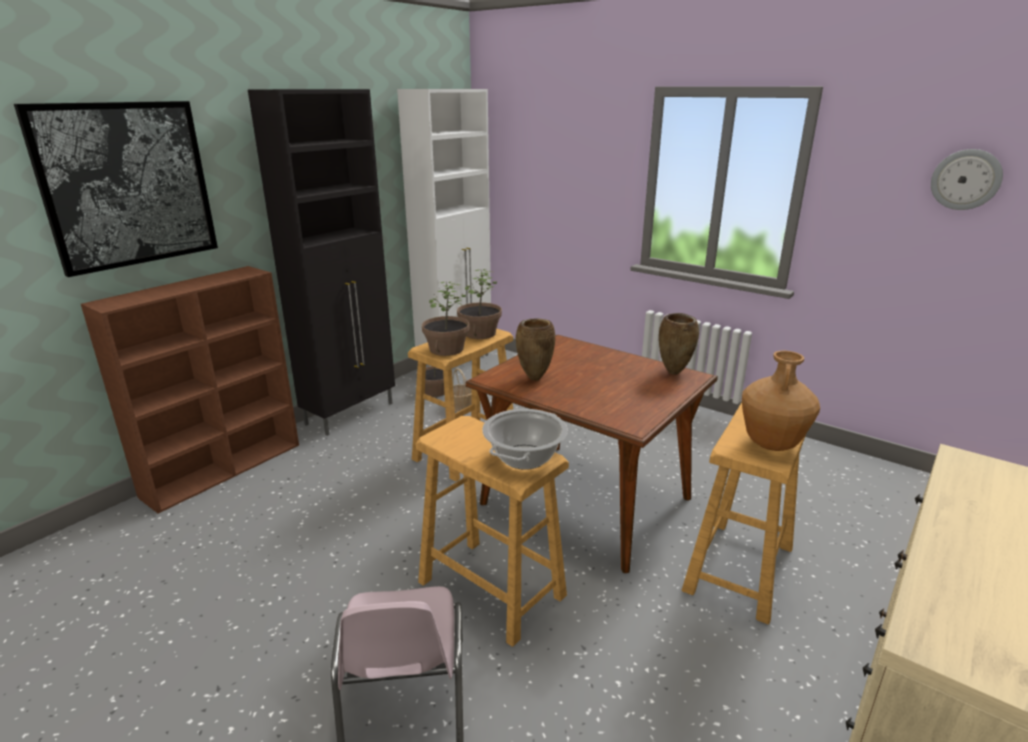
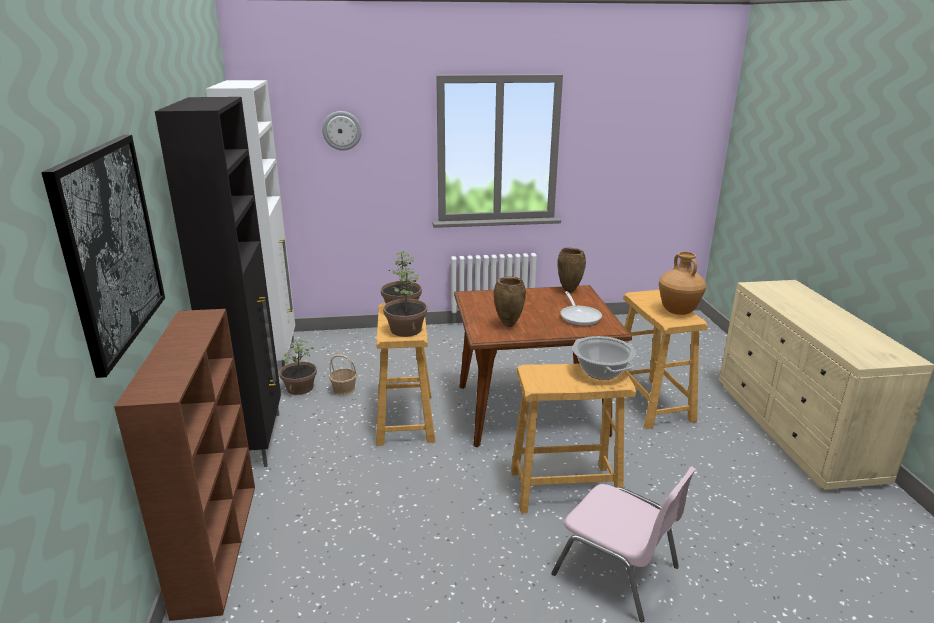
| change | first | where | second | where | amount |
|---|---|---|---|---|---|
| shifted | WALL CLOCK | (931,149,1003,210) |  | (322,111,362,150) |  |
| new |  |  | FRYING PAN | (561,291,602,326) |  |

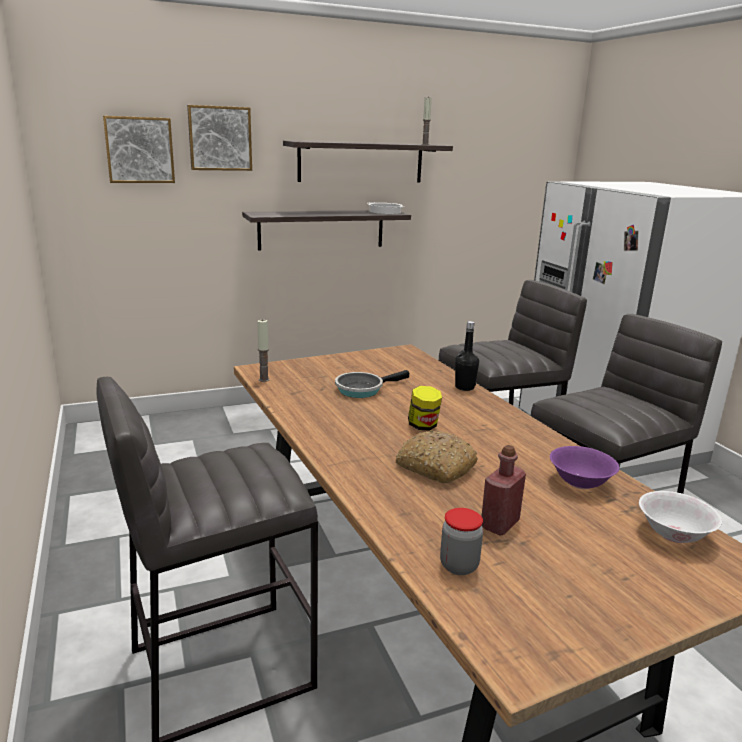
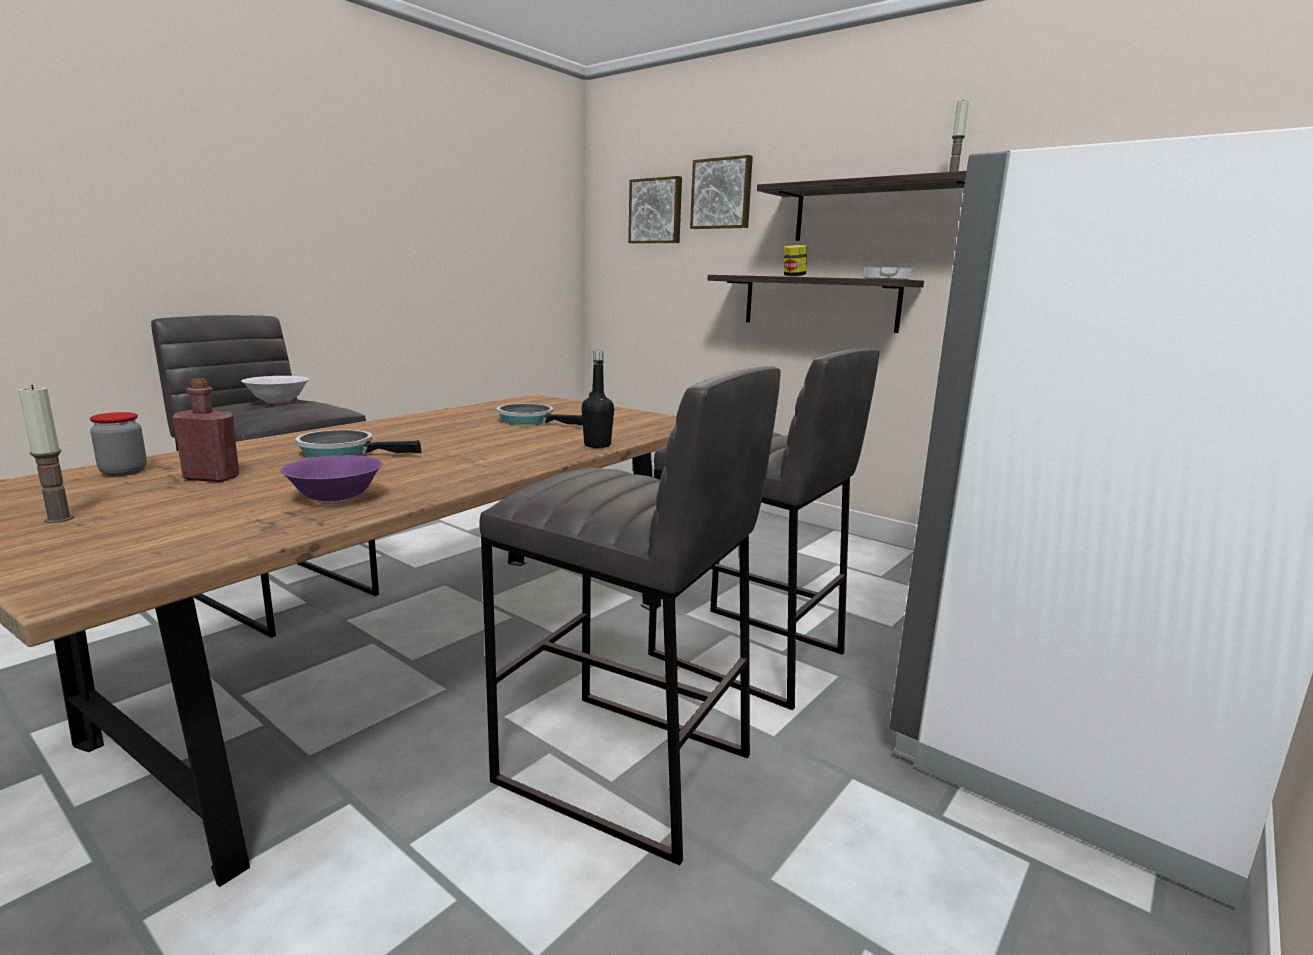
| change | first | where | second | where | amount |
|---|---|---|---|---|---|
| shifted | CANDLE | (257,319,270,382) |  | (18,384,74,523) |  |
| swapped | BREAD | (395,430,478,483) | FRYING PAN | (295,429,422,458) |  |
| shifted | JAR | (408,386,442,431) |  | (784,245,807,276) |  |
| shifted | WHITE BOWL | (639,491,722,543) |  | (241,376,309,404) |  |

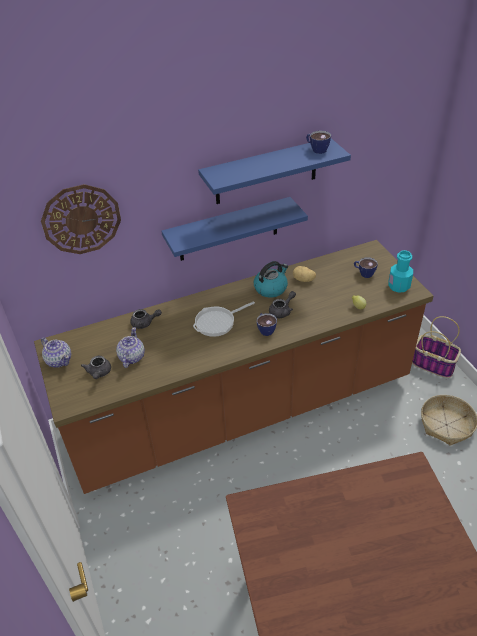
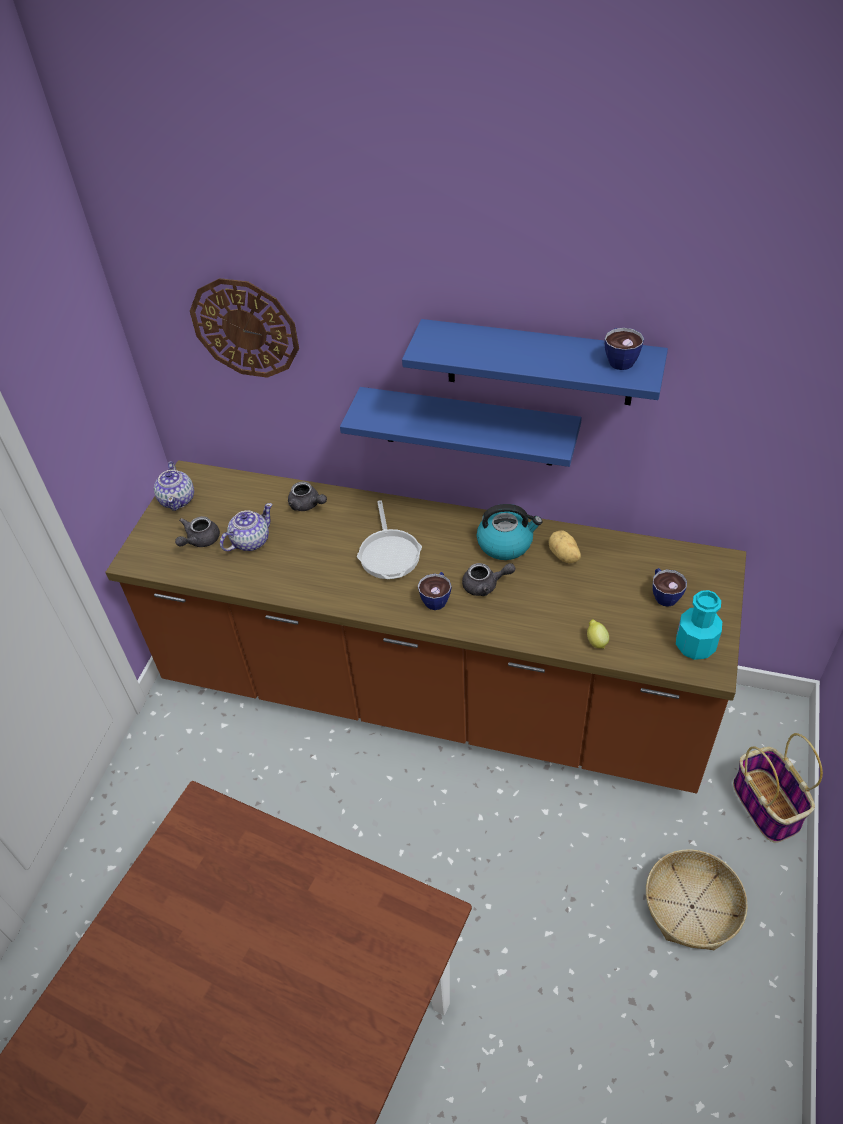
| change | first | where | second | where | amount |
|---|---|---|---|---|---|
| rotated | FRYING PAN | (193,301,255,337) |  | (357,500,422,579) | 105 degrees counterclockwise |

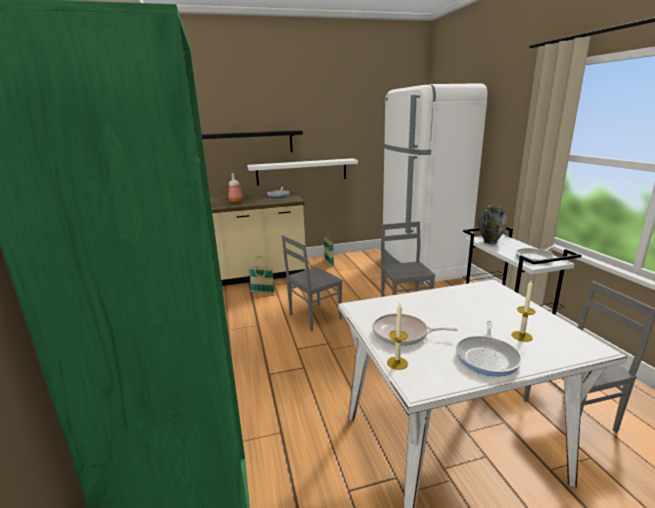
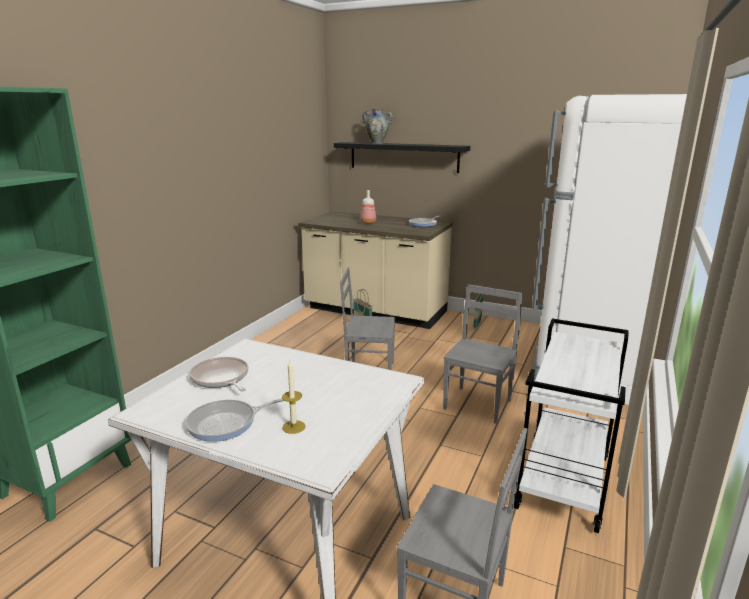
| change | first | where | second | where | amount |
|---|---|---|---|---|---|
| gone | WHITE SHELF | (247,158,358,186) |  |  |  |
| gone | CANDLE | (387,303,408,370) |  |  |  |
| shifted | VASE | (478,205,508,244) |  | (362,109,393,144) |  |
| gone | FRYING PAN | (516,246,556,264) |  |  |  |

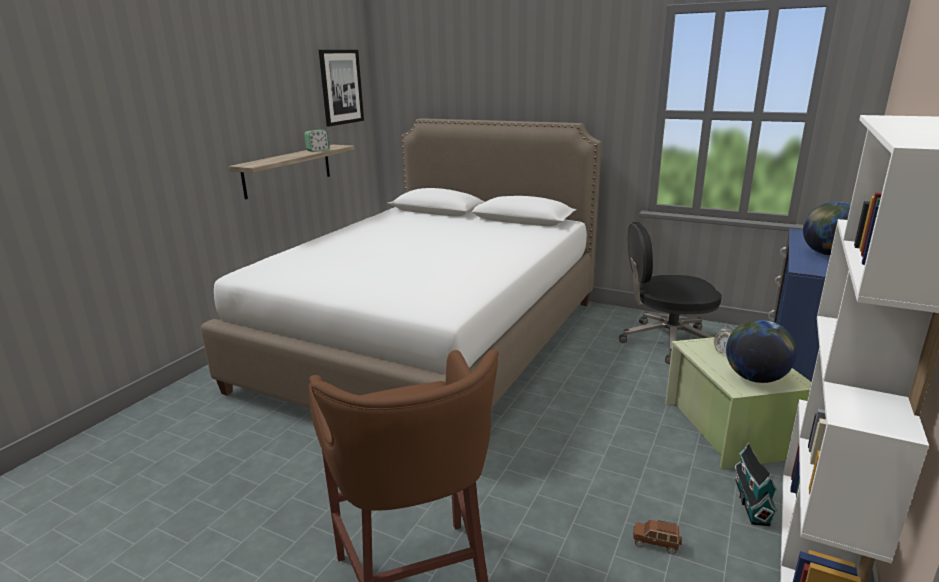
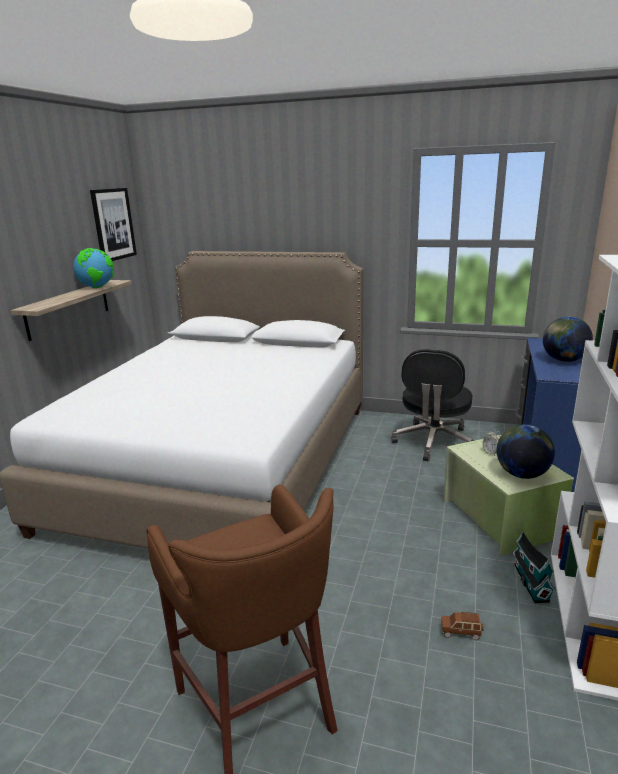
| change | first | where | second | where | amount |
|---|---|---|---|---|---|
| swapped | ALARM CLOCK | (304,130,330,152) | GLOBE | (73,248,114,288) |  |
| rotated | BLACK OFFICE CHAIR | (619,222,722,364) |  | (391,349,475,462) | 60 degrees counterclockwise |

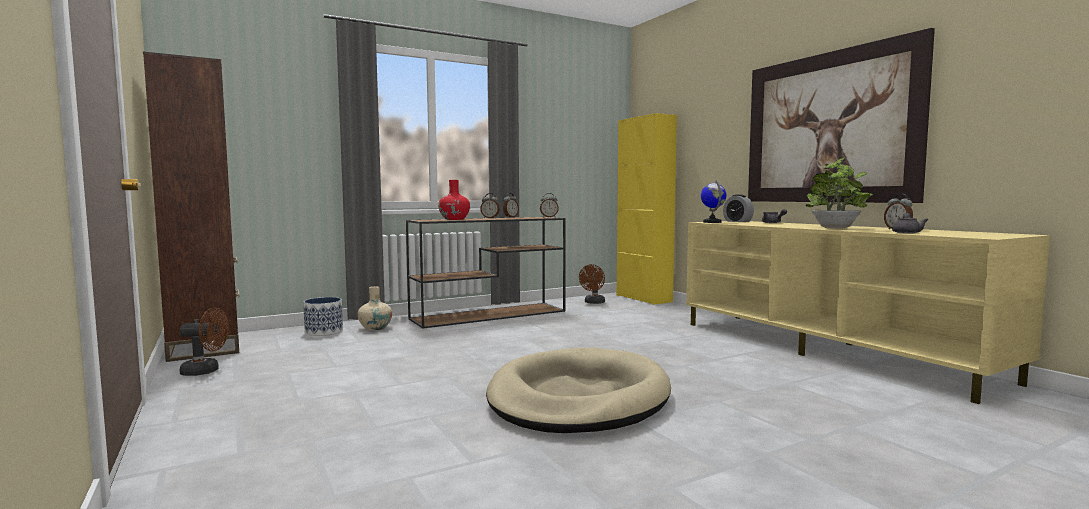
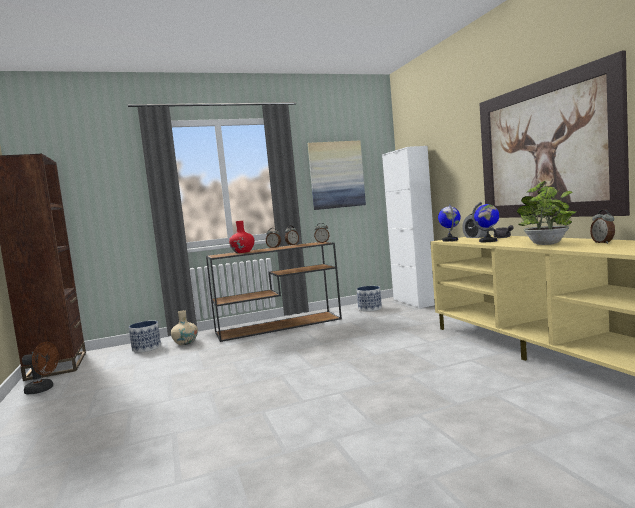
| change | first | where | second | where | amount |
|---|---|---|---|---|---|
| gone | BEIGE DOG BED | (486,348,671,433) |  |  |  |
| swapped | BROWN FAN | (579,264,605,304) | PLANTER | (357,286,382,312) |  |
| repainted | YELLOW CABINET | (617,113,677,305) | WHITE CABINET | (382,146,435,308) |  |
| gone | GREY TEAPOT | (892,213,929,234) |  |  |  |
| new |  |  | PICTURE | (308,140,366,210) |  |
| new |  |  | GLOBE | (472,201,499,242) |  |

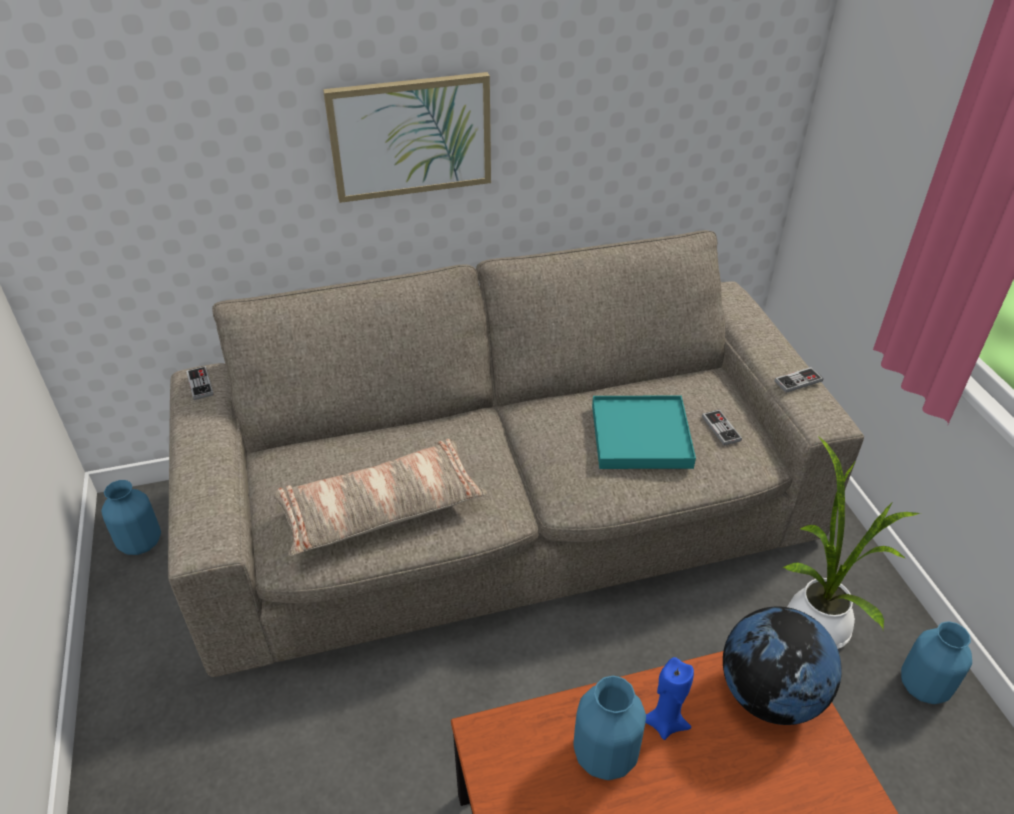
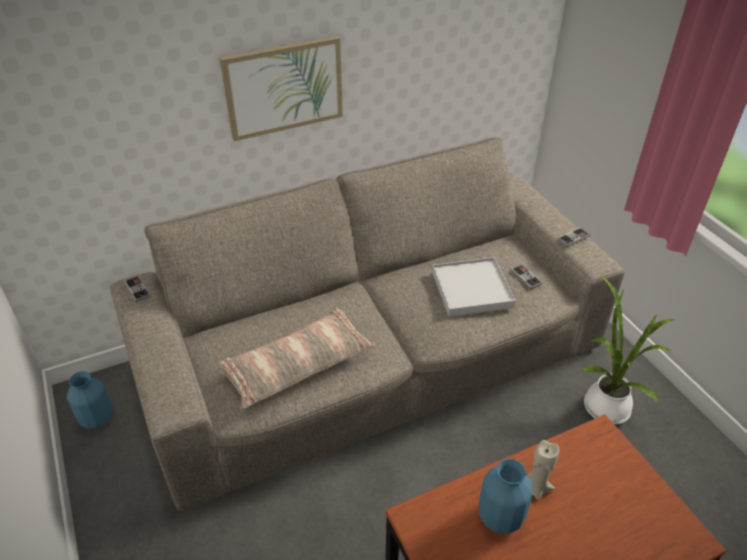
| change | first | where | second | where | amount |
|---|---|---|---|---|---|
| repainted | TURQUOISE TRAY | (592,396,696,469) | WHITE TRAY | (432,257,516,317) |  |
| repainted | BLUE CANDLE | (646,657,694,740) | BEIGE CANDLE | (528,440,559,500) |  |
| gone | GLOBE | (723,606,842,725) |  |  |  |
| gone | BLUE VASE | (901,621,972,704) |  |  |  |

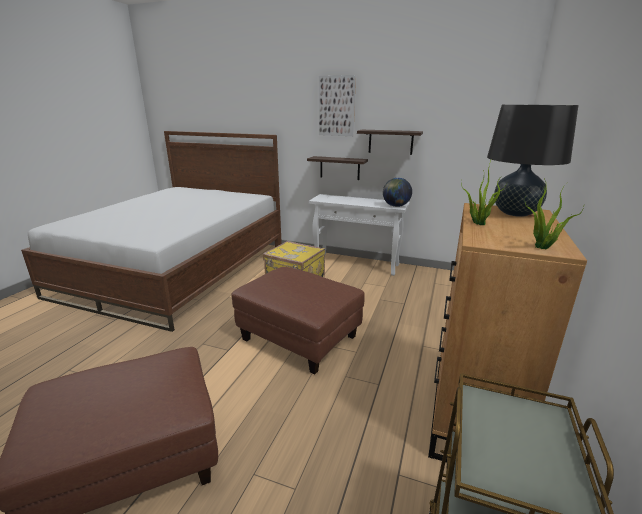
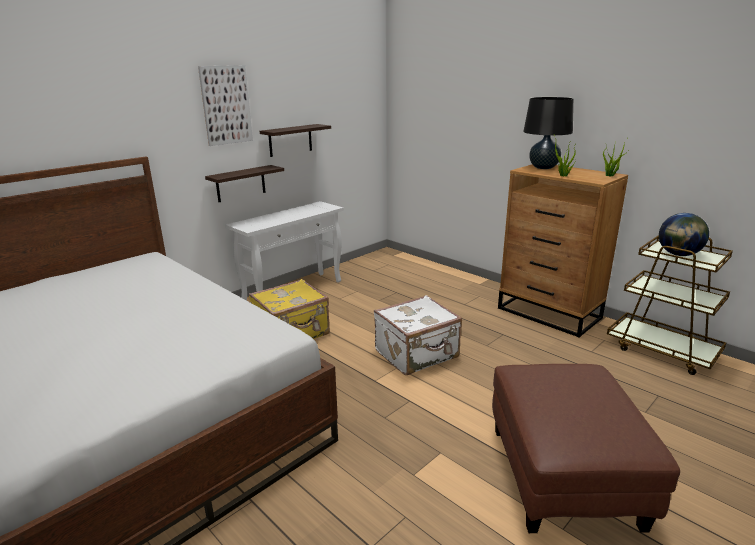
| change | first | where | second | where | amount |
|---|---|---|---|---|---|
| swapped | BROWN OTTOMAN | (231,267,365,374) | WHITE SUITCASE | (374,295,462,375) |  |
| shifted | GLOBE | (383,178,412,207) |  | (659,213,709,256) |  |

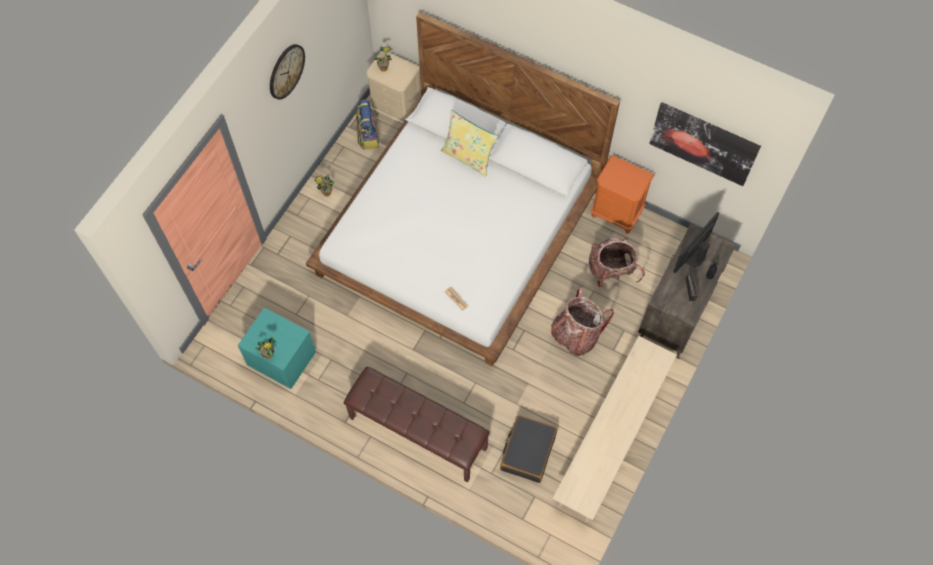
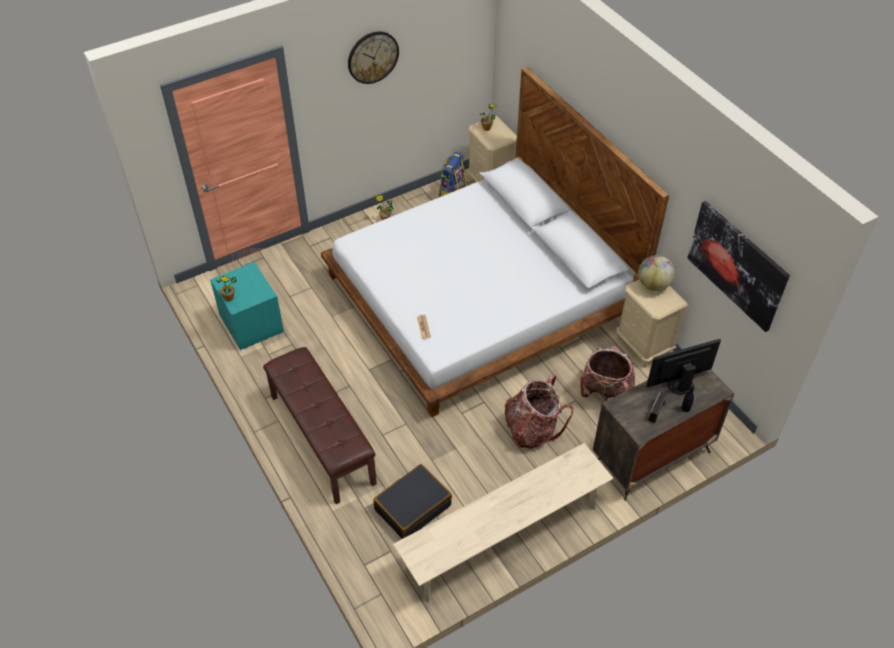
| change | first | where | second | where | amount |
|---|---|---|---|---|---|
| gone | YELLOW PILLOW | (441,110,498,177) |  |  |  |
| repainted | ORANGE NIGHTSTAND | (591,155,654,234) | BEIGE NIGHTSTAND | (616,280,688,368) |  |
| new |  |  | GLOBE | (638,255,675,291) |  |

